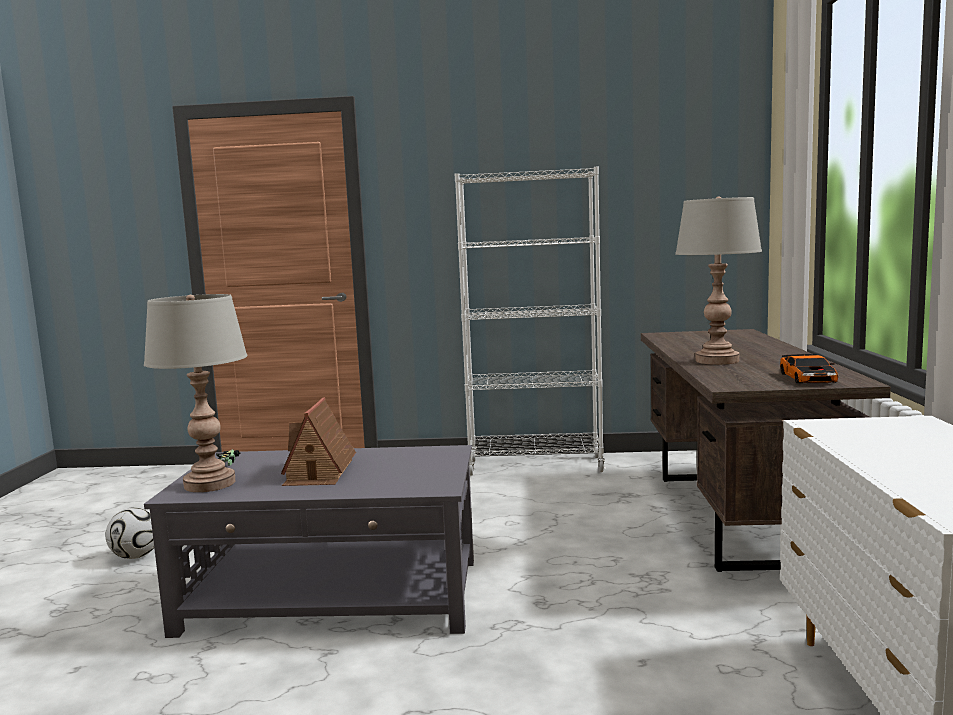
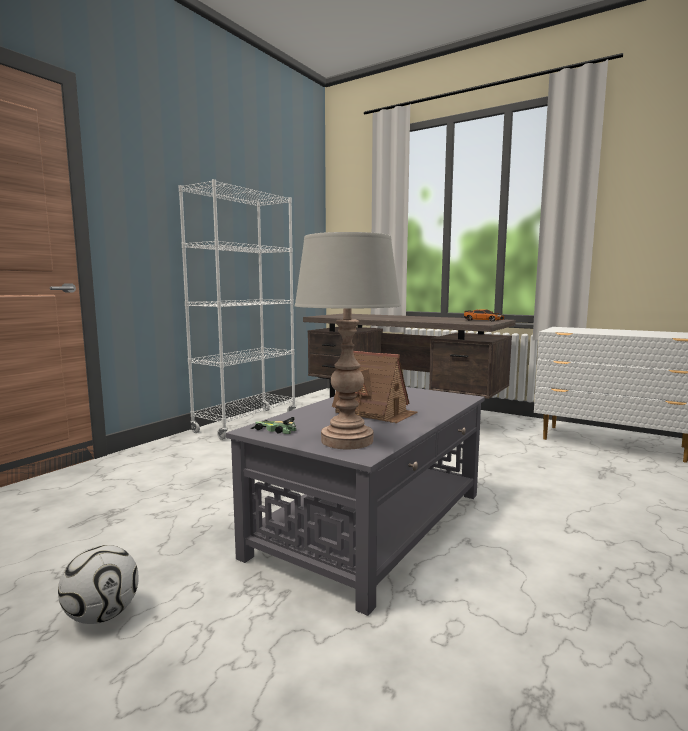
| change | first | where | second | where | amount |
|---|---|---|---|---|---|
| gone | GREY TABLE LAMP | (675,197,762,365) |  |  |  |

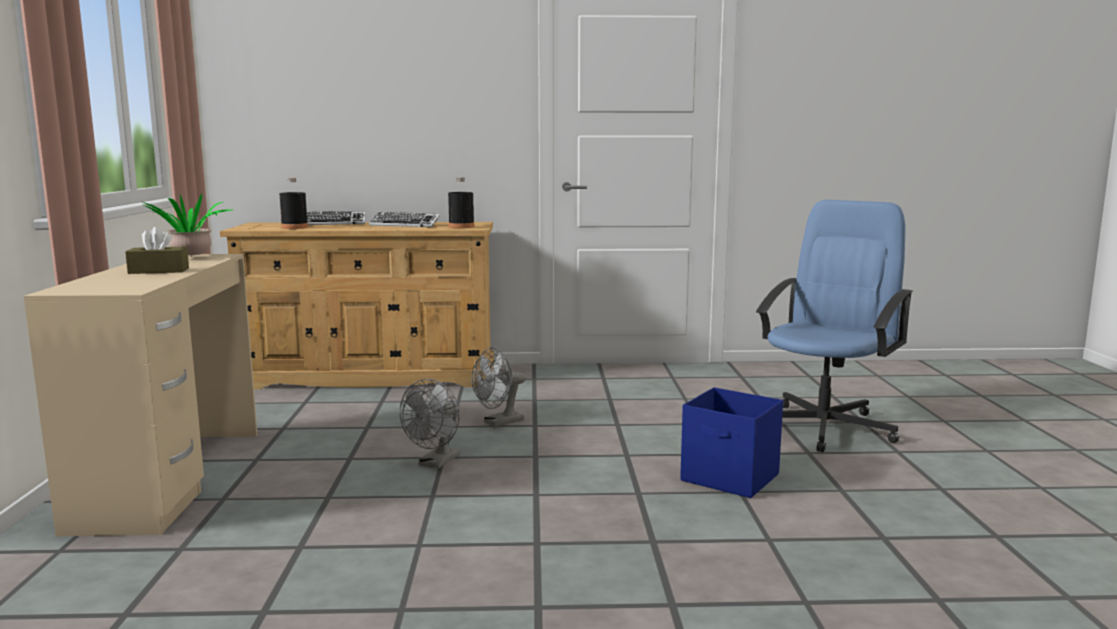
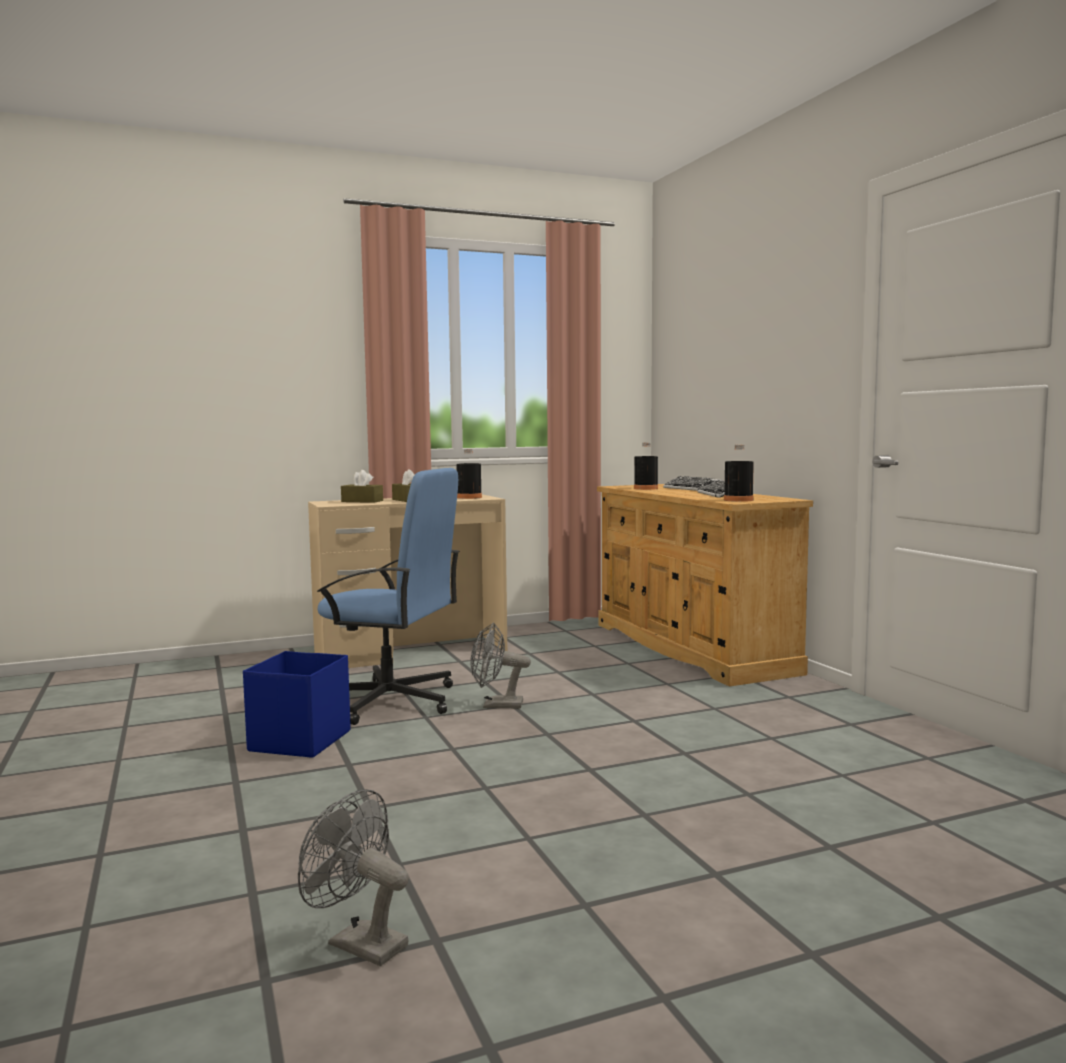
| change | first | where | second | where | amount |
|---|---|---|---|---|---|
| swapped | POTTED PLANT | (140,193,231,257) | BLACK BOTTLE | (457,449,482,499) |  |
| shifted | GREY FAN | (471,348,526,427) |  | (298,789,409,966) |  |
| shifted | BLUE STORAGE BOX | (680,387,783,498) |  | (243,651,351,758) |  |
| shifted | BLUE OFFICE CHAIR | (756,200,913,452) |  | (317,468,460,725) |  |
| new |  |  | BROWN TISSUE BOX | (341,470,383,503) |  |

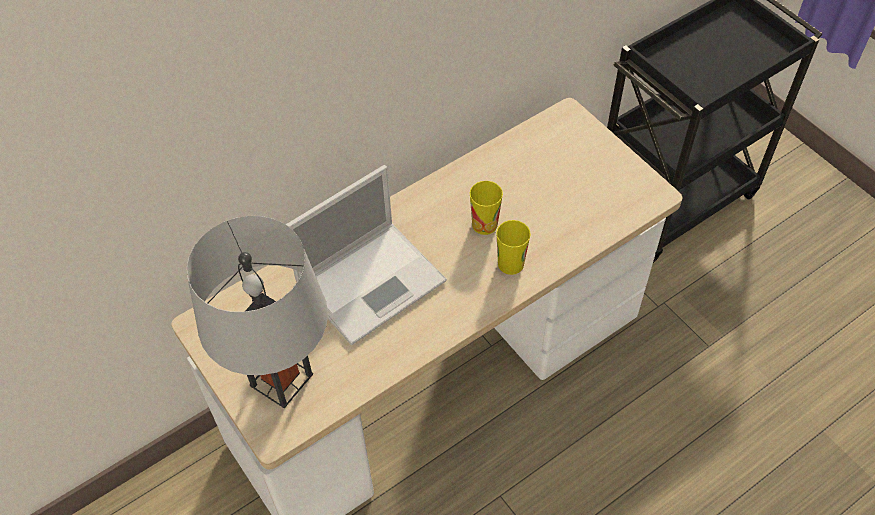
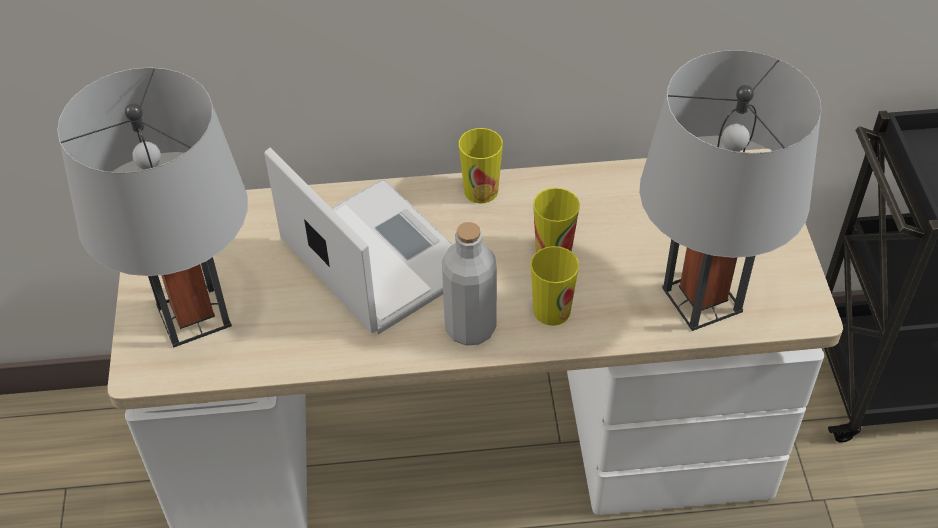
| change | first | where | second | where | amount |
|---|---|---|---|---|---|
| rotated | LAPTOP | (286,165,447,345) |  | (264,148,453,334) | 120 degrees counterclockwise |
| new |  |  | GREY BOTTLE | (442,222,497,346) |  |
| new |  |  | CUP | (459,128,503,203) |  |
| new |  |  | GREY TABLE LAMP | (639,50,821,331) |  |

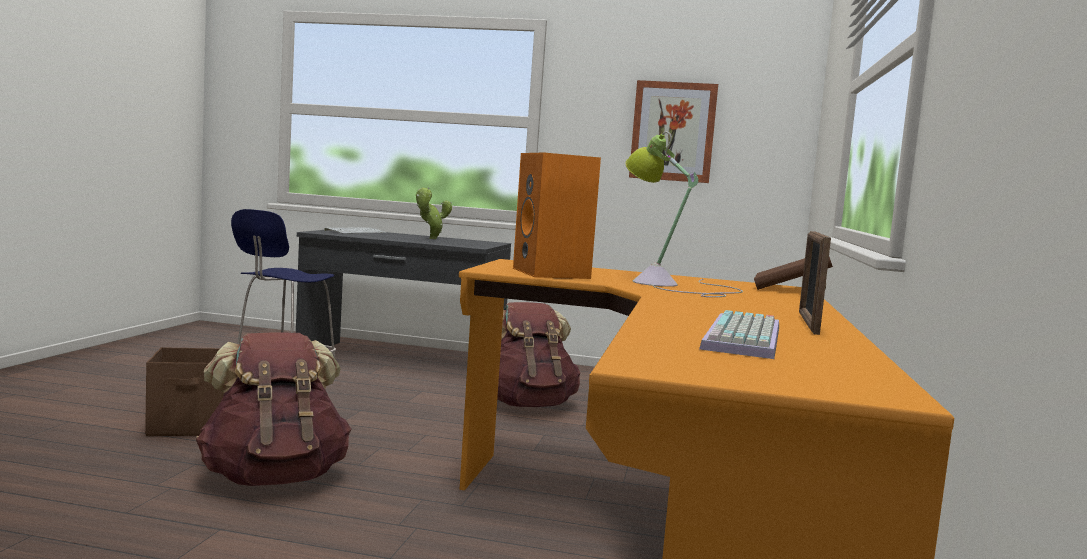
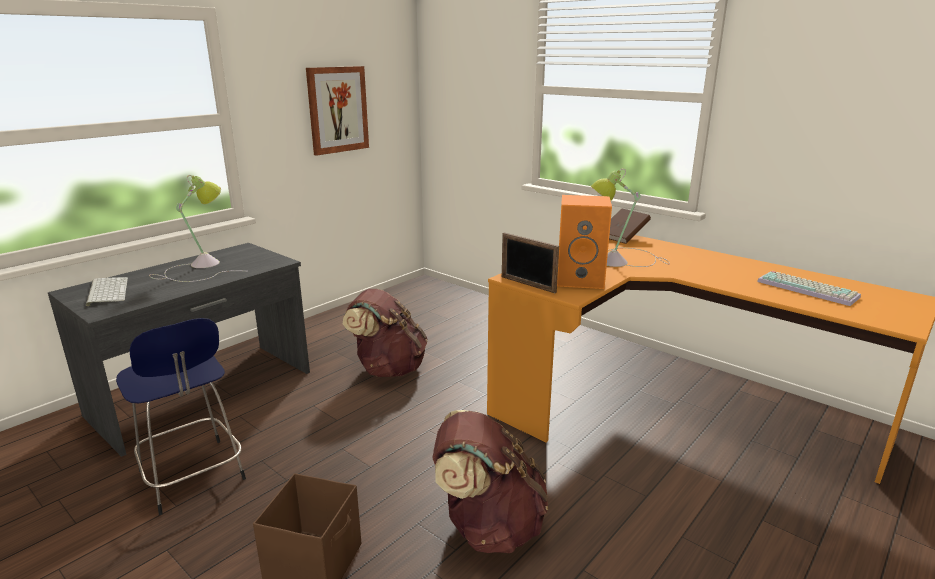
| change | first | where | second | where | amount |
|---|---|---|---|---|---|
| swapped | POTTED PLANT | (416,187,452,239) | TABLE LAMP | (149,175,227,282) |  |
| shifted | PICTURE FRAME | (799,231,831,335) |  | (502,232,559,293) |  |

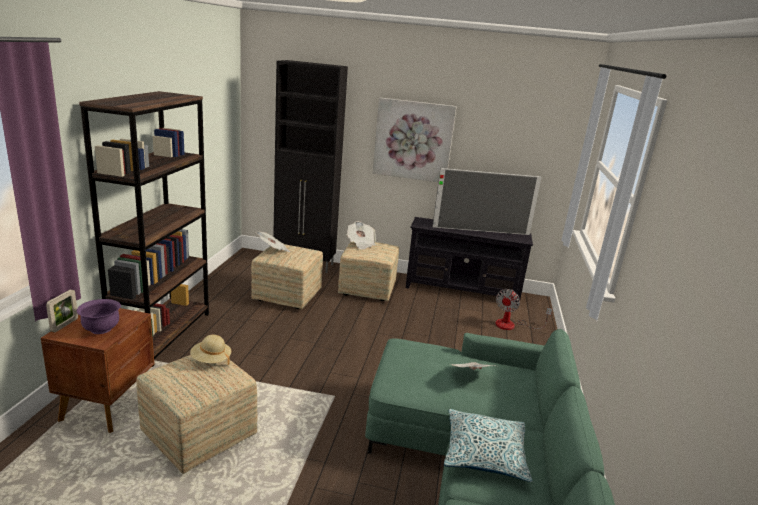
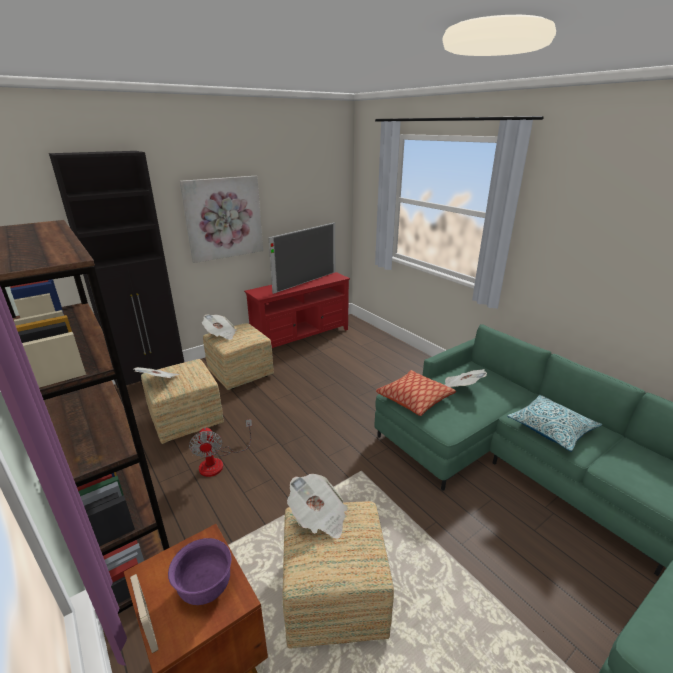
| change | first | where | second | where | amount |
|---|---|---|---|---|---|
| swapped | BEIGE HAT | (190,335,231,365) | NEWSPAPER | (287,474,348,539) |  |
| repainted | BLACK TV STAND | (406,217,533,306) | RED TV STAND | (244,272,350,348) |  |
| shifted | FAN | (495,289,552,330) |  | (189,419,252,477) |  |
| new |  |  | PILLOW | (376,370,456,416) |  |

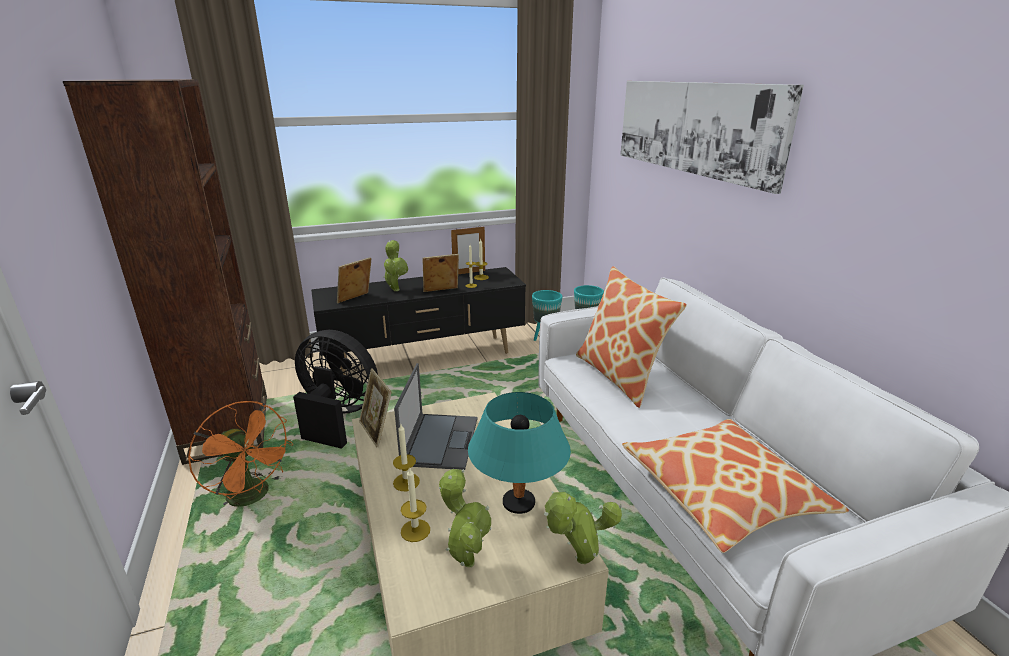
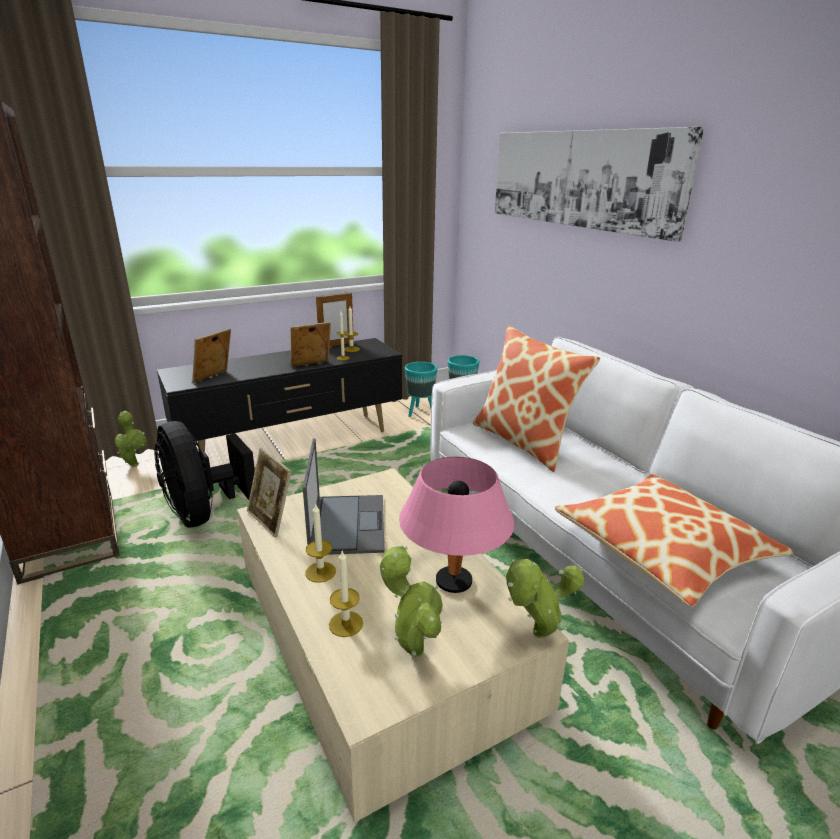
| change | first | where | second | where | amount |
|---|---|---|---|---|---|
| gone | ORANGE FAN | (188,401,293,507) |  |  |  |
| rotated | BLACK FAN | (293,330,378,449) |  | (154,421,255,528) | 135 degrees counterclockwise |
| shifted | POTTED PLANT | (383,240,408,291) |  | (115,411,147,467) |  |
| repainted | TURQUOISE TABLE LAMP | (468,392,571,514) | PINK TABLE LAMP | (399,457,515,593) |  |

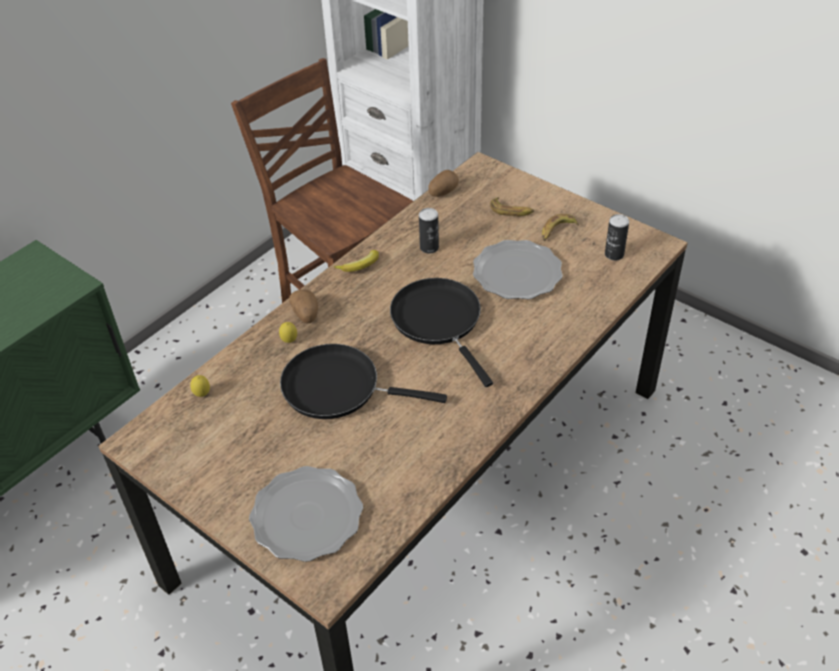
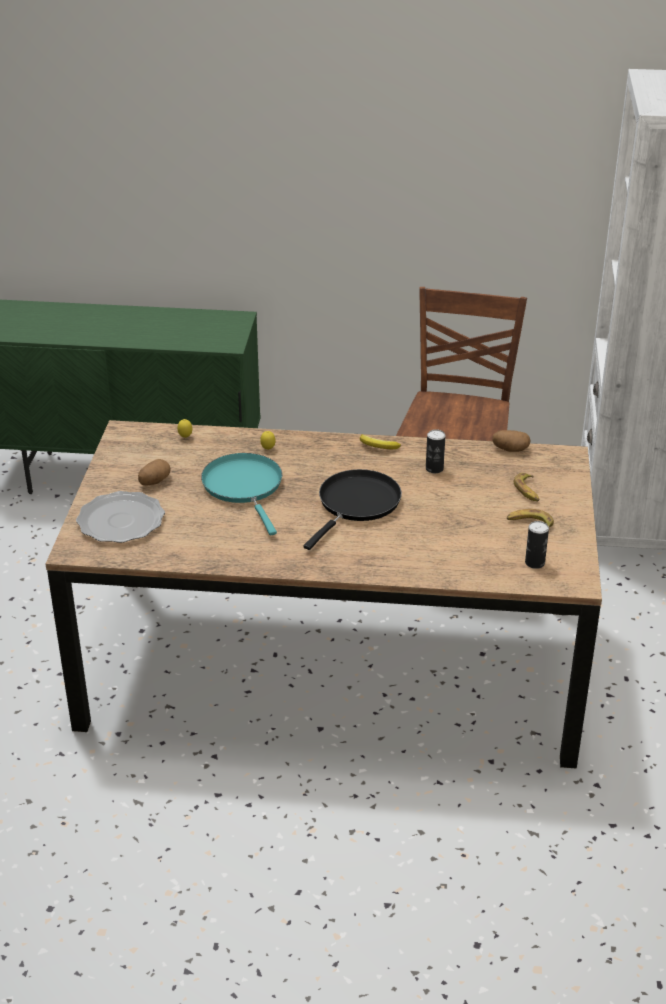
| change | first | where | second | where | amount |
|---|---|---|---|---|---|
| repainted | BLACK FRYING PAN | (280,344,447,419) | TURQUOISE FRYING PAN | (201,453,282,535) |  |
| shifted | POTATO | (289,290,318,323) |  | (138,459,170,485) |  |
| gone | PLATE | (473,240,563,300) |  |  |  |

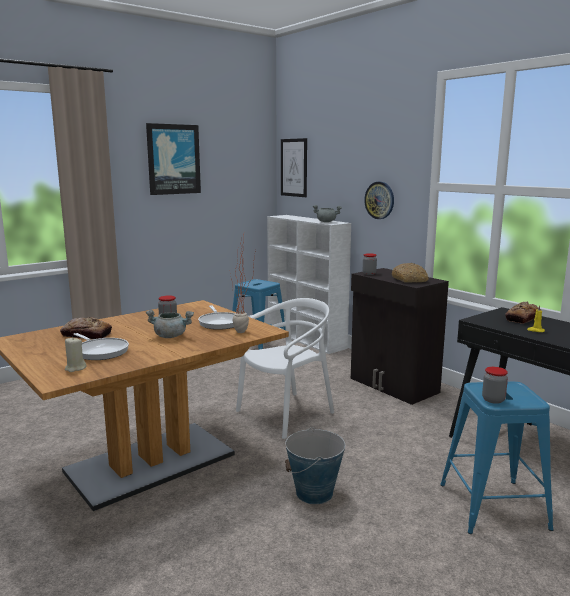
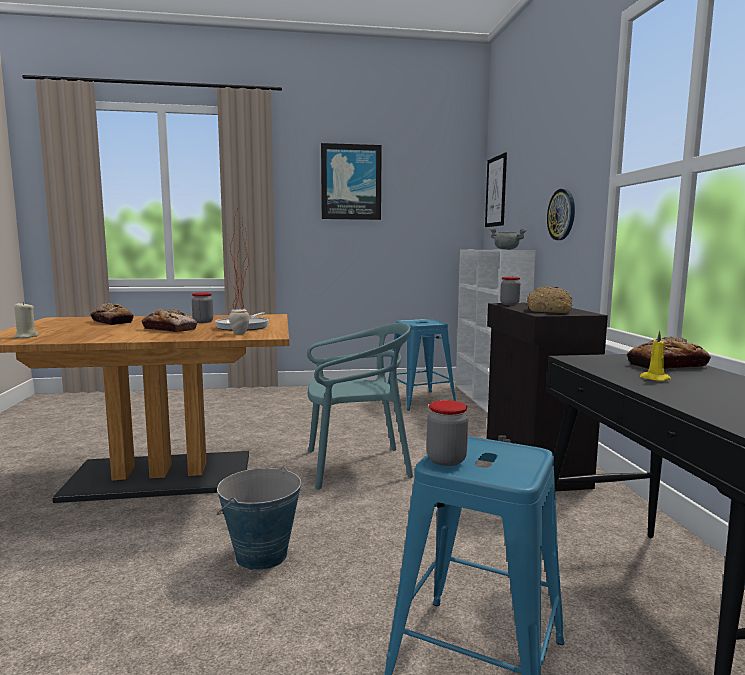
| change | first | where | second | where | amount |
|---|---|---|---|---|---|
| gone | FRYING PAN | (73,333,129,360) |  |  |  |
| swapped | GREY COOKING POT | (146,310,194,338) | BREAD | (142,308,197,332) |  |
| repainted | WHITE CHAIR | (236,298,334,439) | TURQUOISE CHAIR | (307,323,413,489) |  |

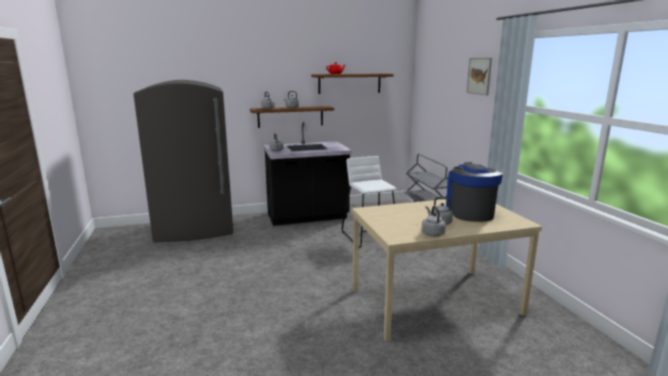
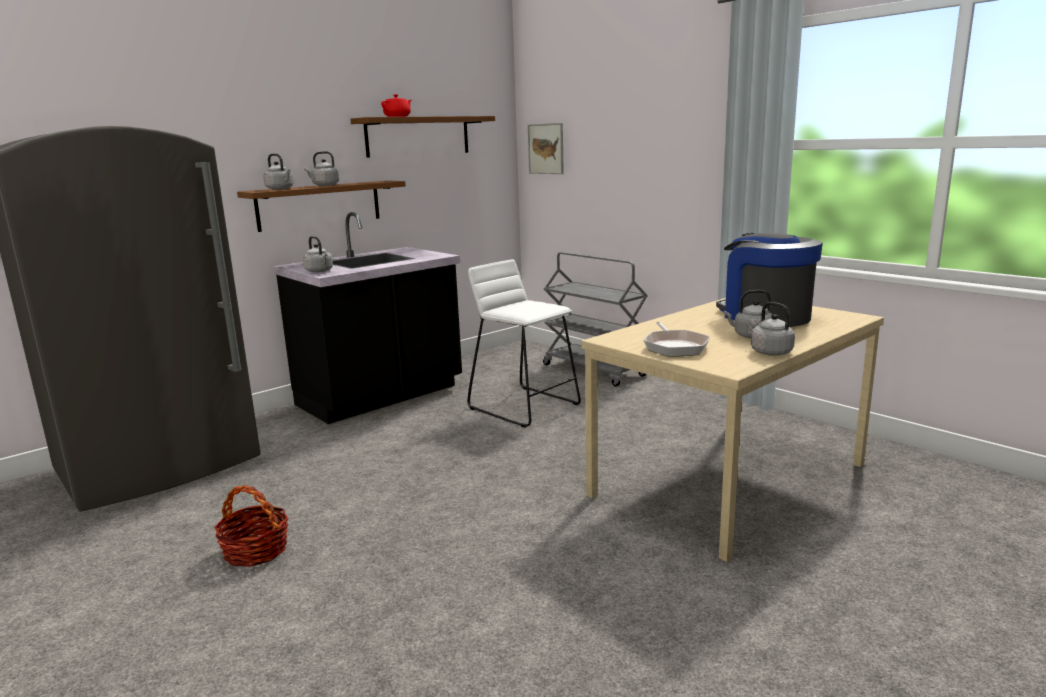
| change | first | where | second | where | amount |
|---|---|---|---|---|---|
| shifted | PICTURE | (467,58,492,96) |  | (528,123,564,174) |  |
| new |  |  | BASKET | (214,485,289,567) |  |
| new |  |  | FRYING PAN | (643,321,710,357) |  |

